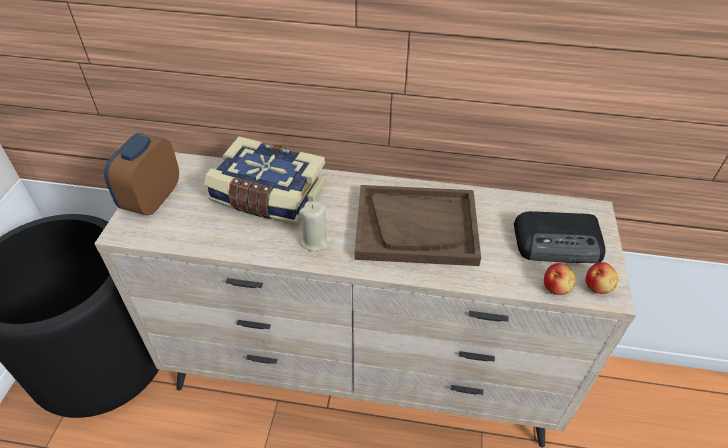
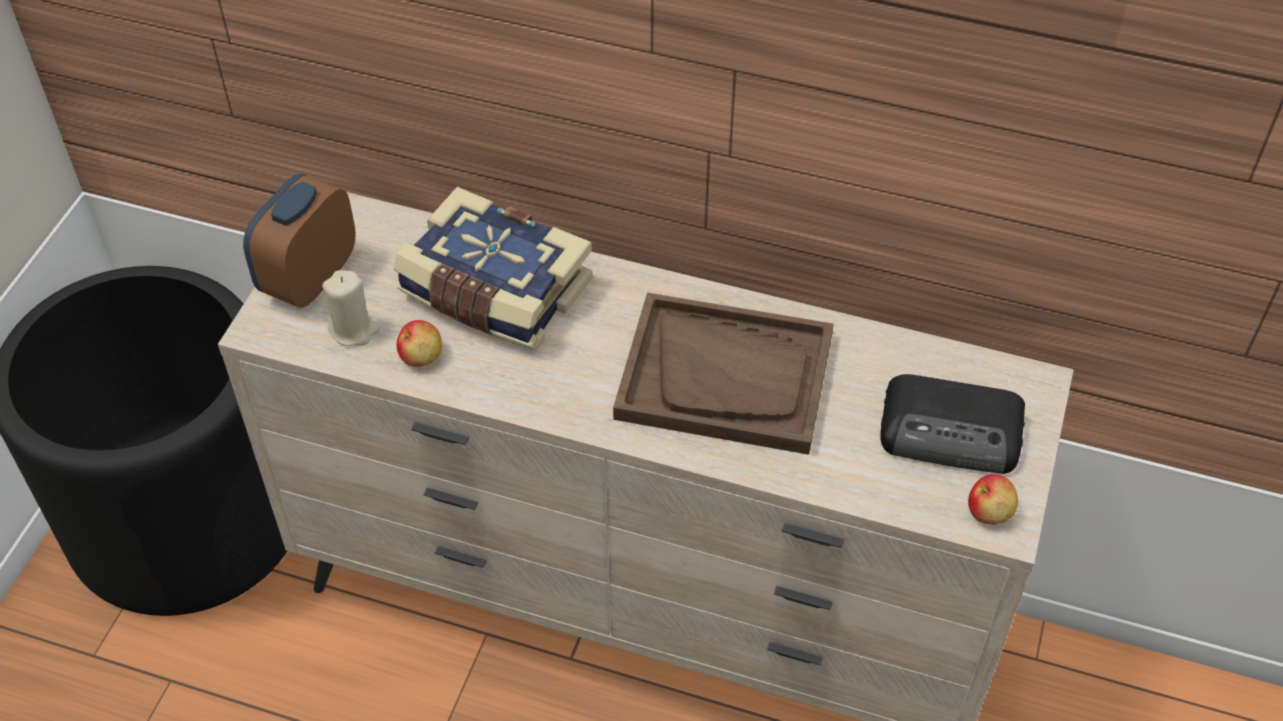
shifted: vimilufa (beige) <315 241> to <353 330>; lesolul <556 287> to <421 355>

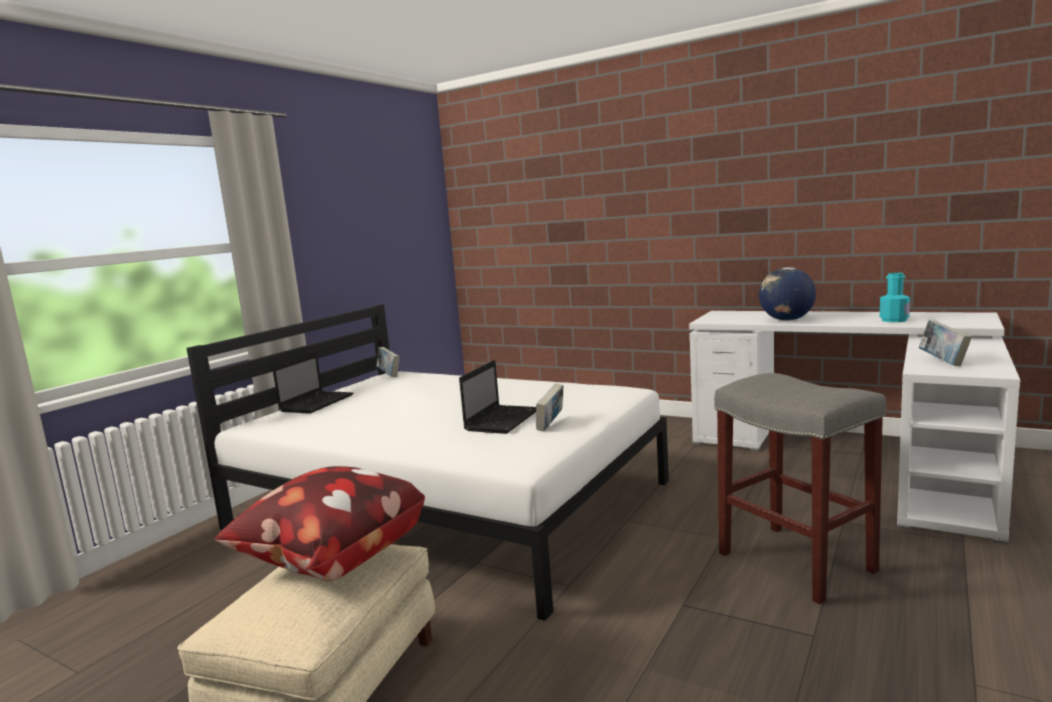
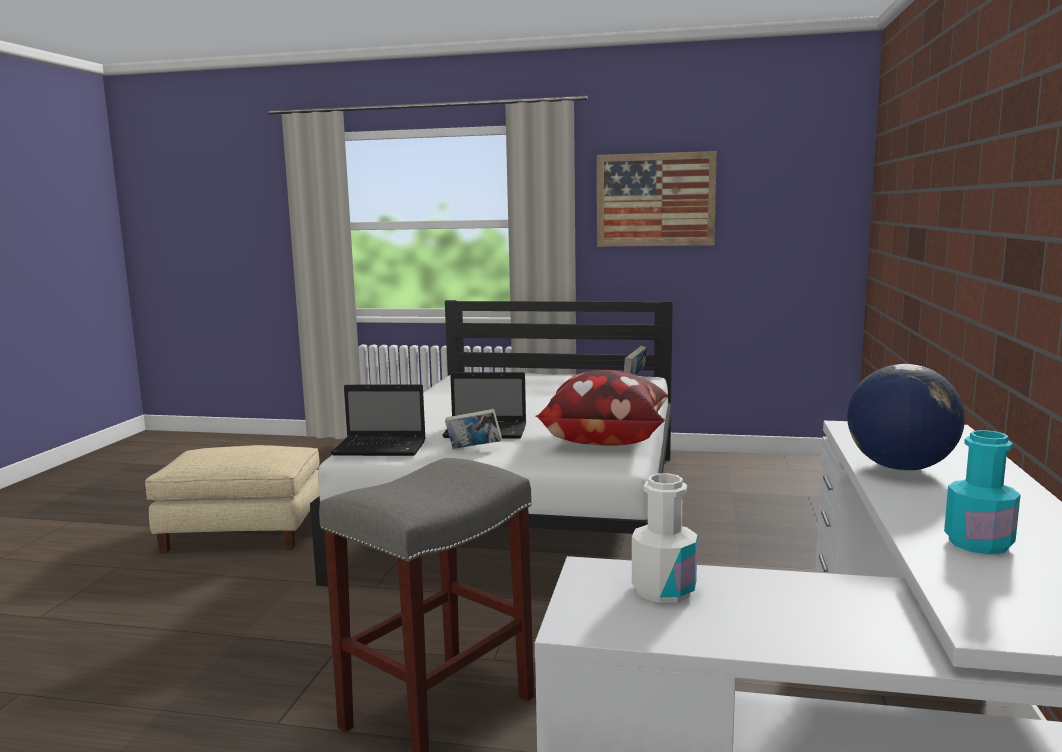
new: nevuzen <655 200>
shifted: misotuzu <317 403> to <382 448>; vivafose <330 560> to <604 440>
swapped: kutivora <943 362> to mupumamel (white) <663 590>

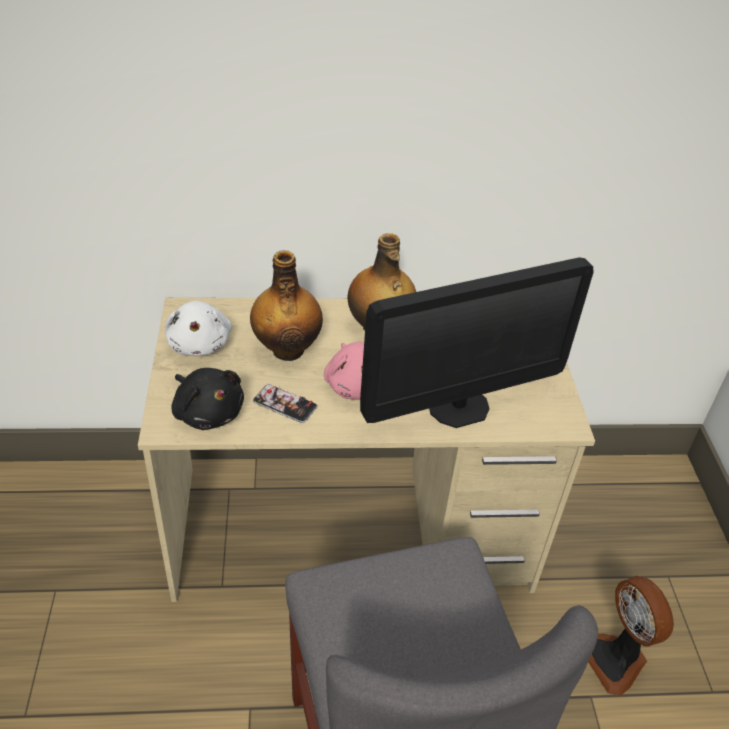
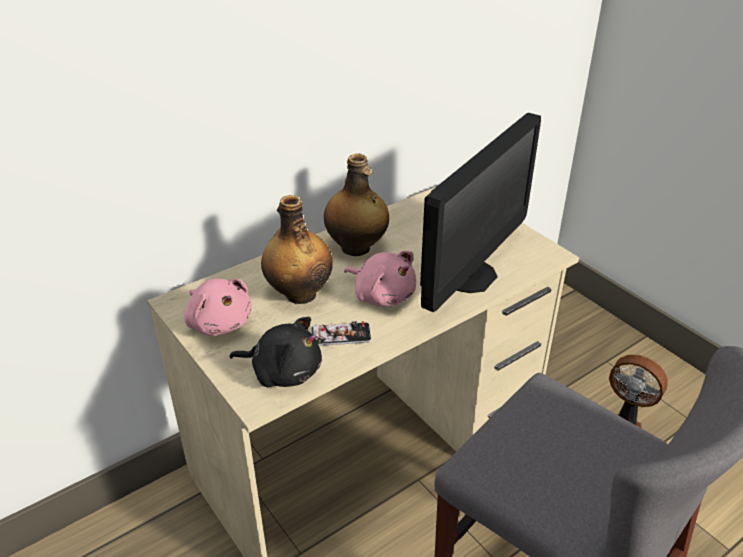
repainted: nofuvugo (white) <200 343> to nofuvugo (pink) <219 322>

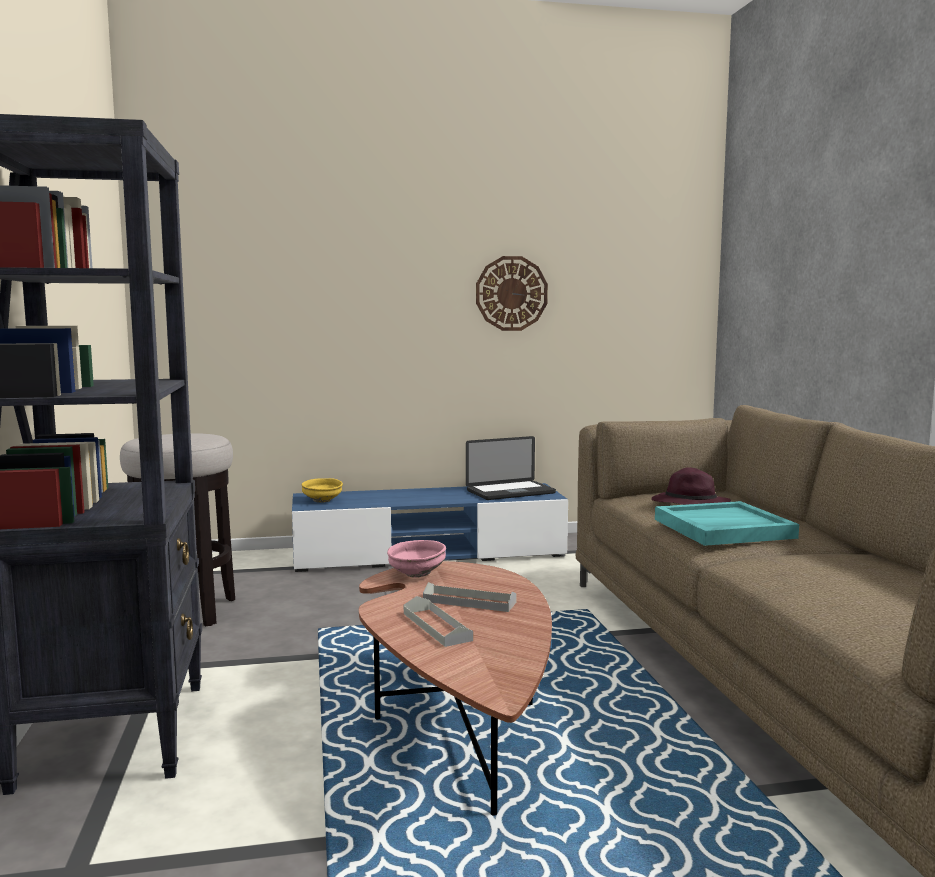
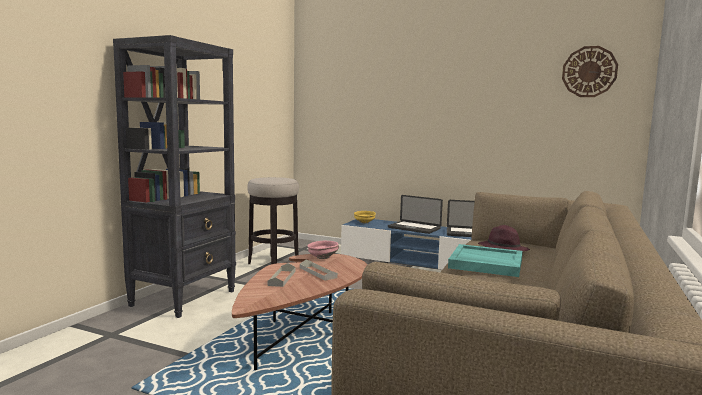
new: misotuzu <414 228>
shifted: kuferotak <511 293> to <589 71>

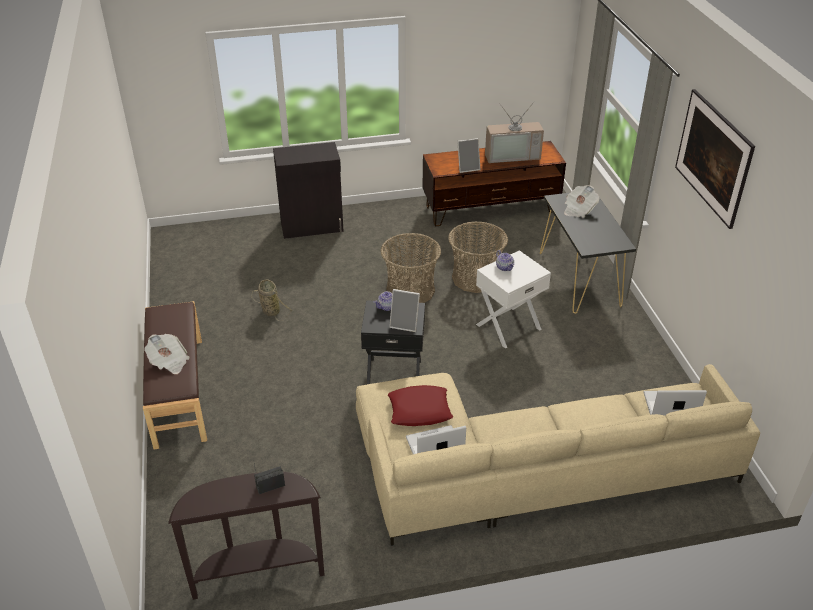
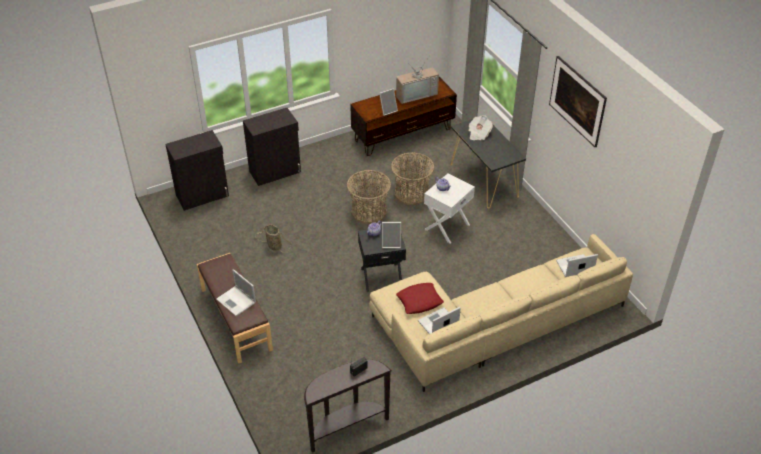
new: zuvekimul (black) <203 196>
swapped: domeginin <169 362> to misotuzu <236 301>

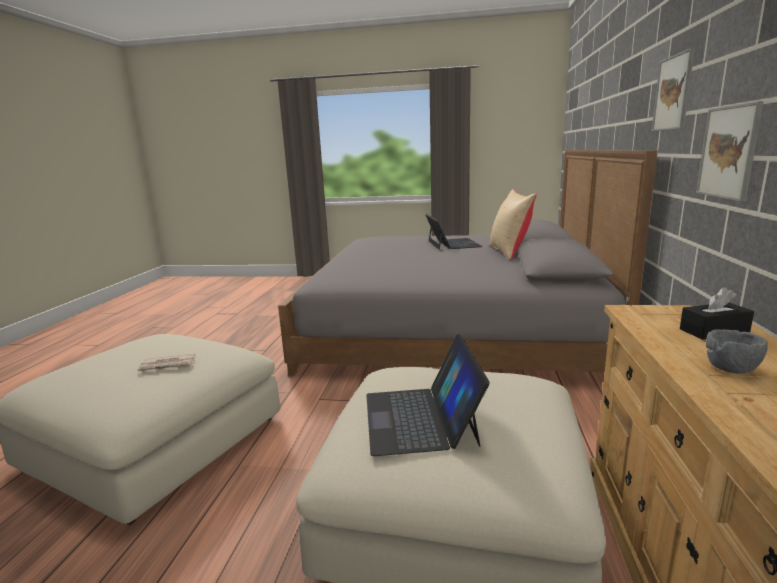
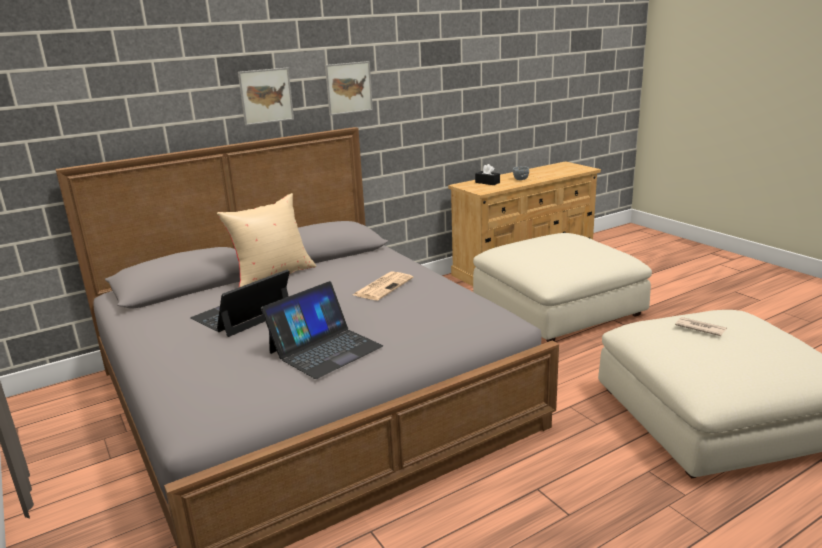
new: domeginin <383 286>
shifted: nevuzen <728 152> to <266 96>; misotuzu <421 418> to <325 349>

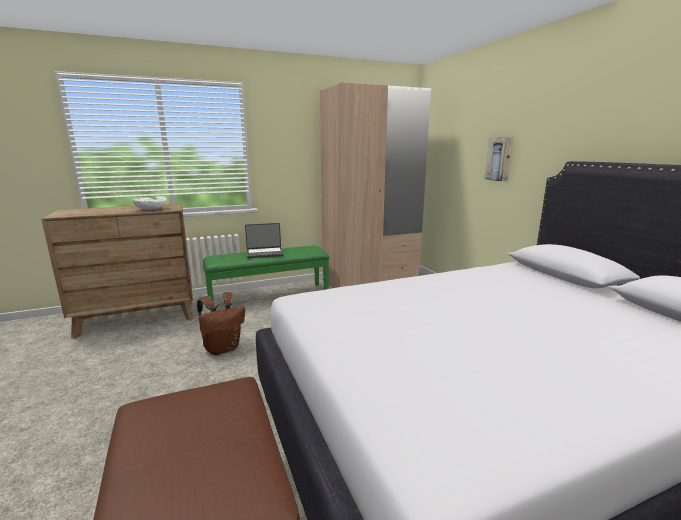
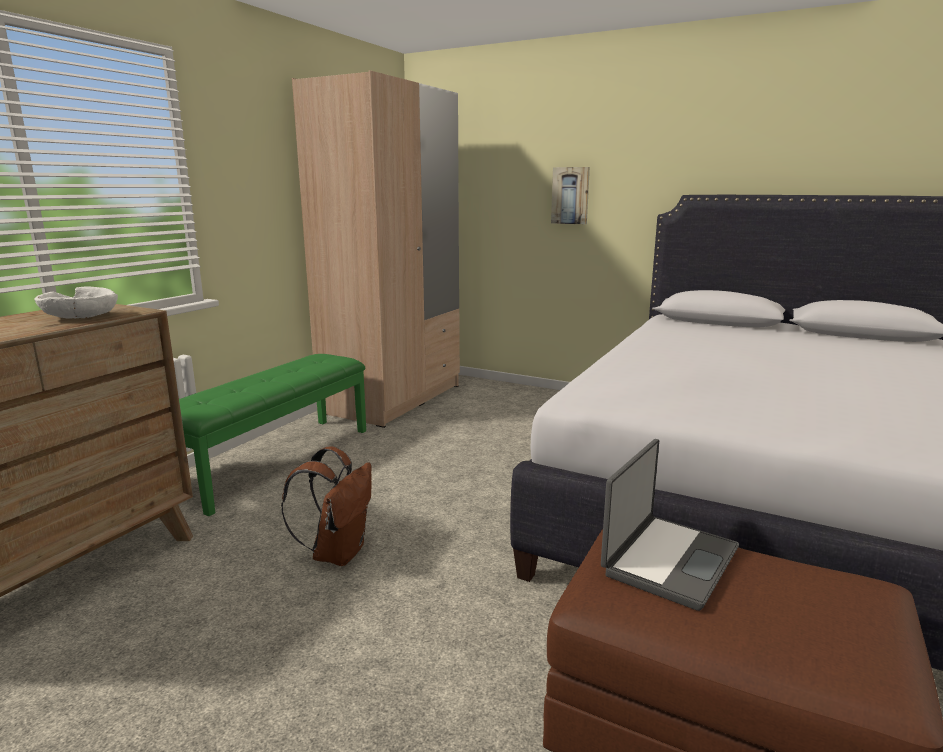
shifted: misotuzu <264 253> to <668 560>

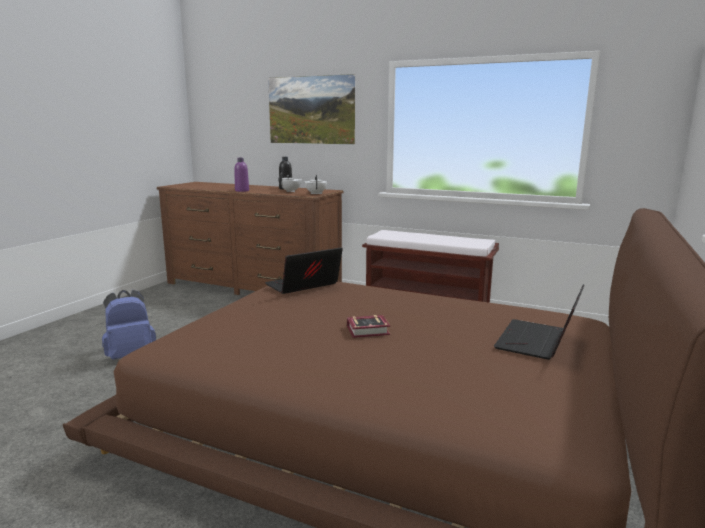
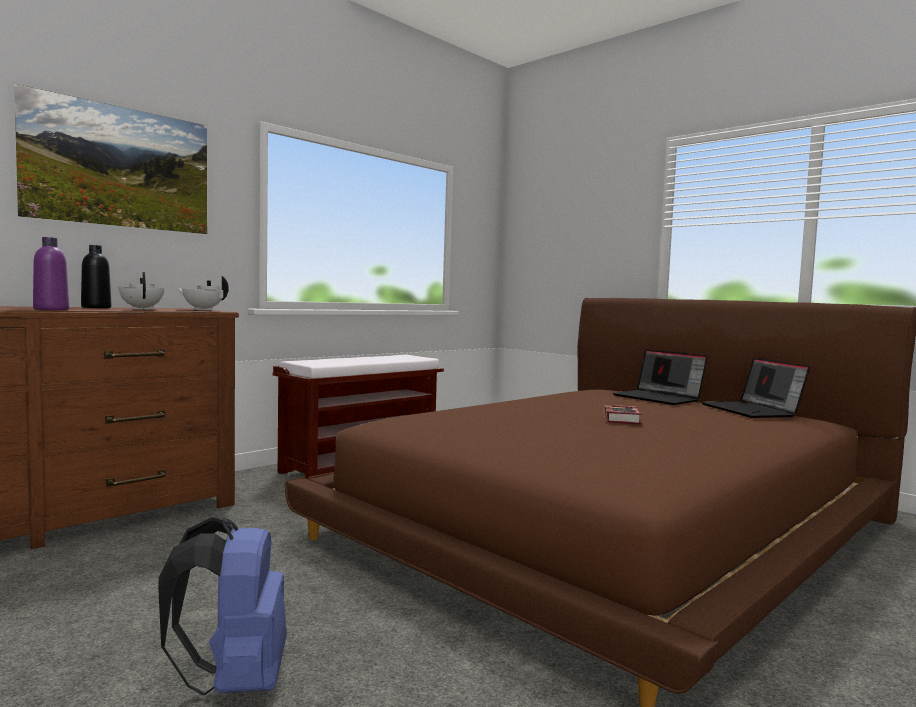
shifted: misotuzu <302 286> to <753 411>

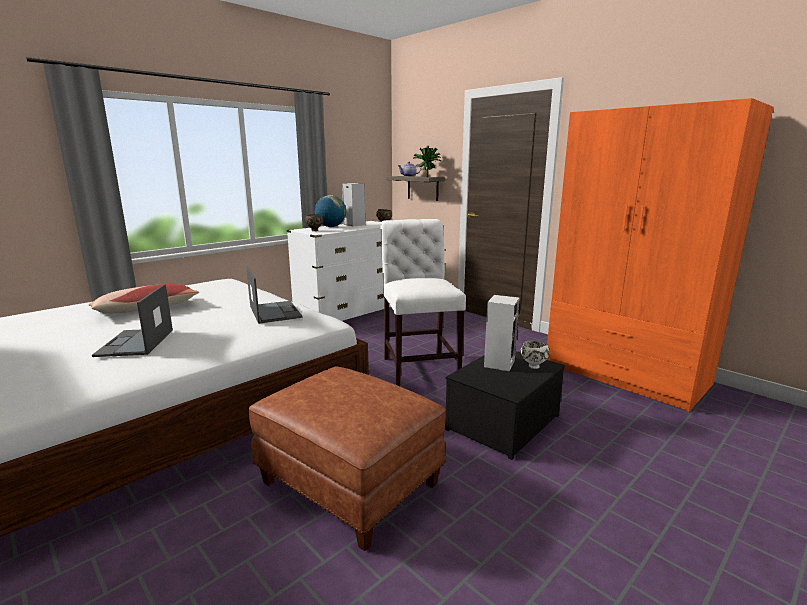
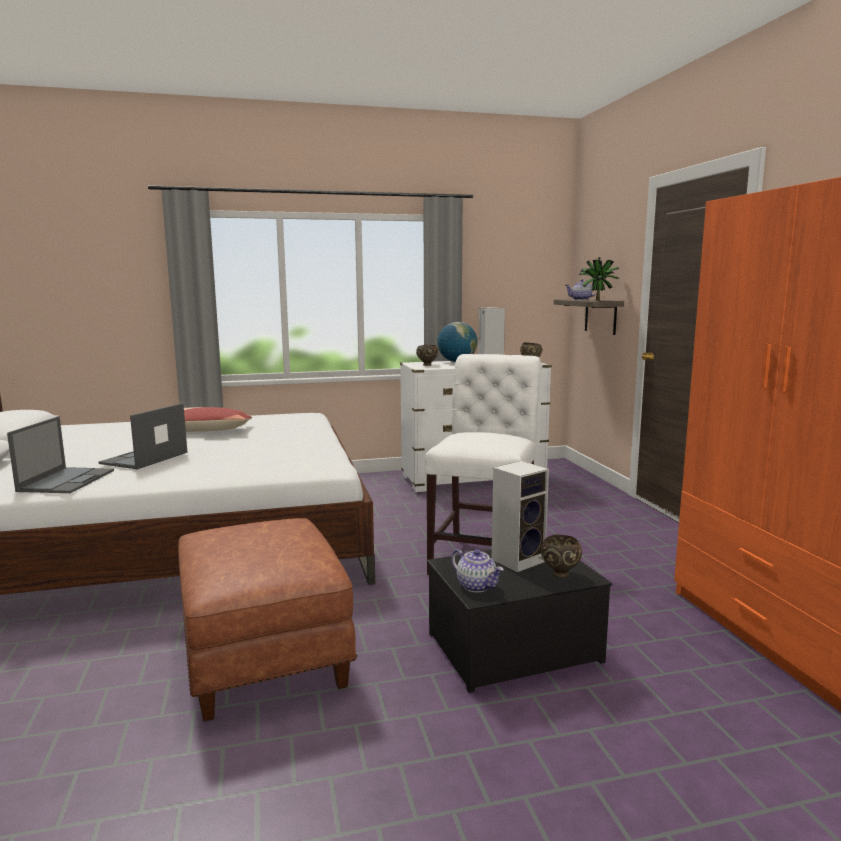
new: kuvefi <477 586>
shifted: misotuzu <274 312> to <67 480>
repainted: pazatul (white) <533 366> to pazatul (brown) <559 574>

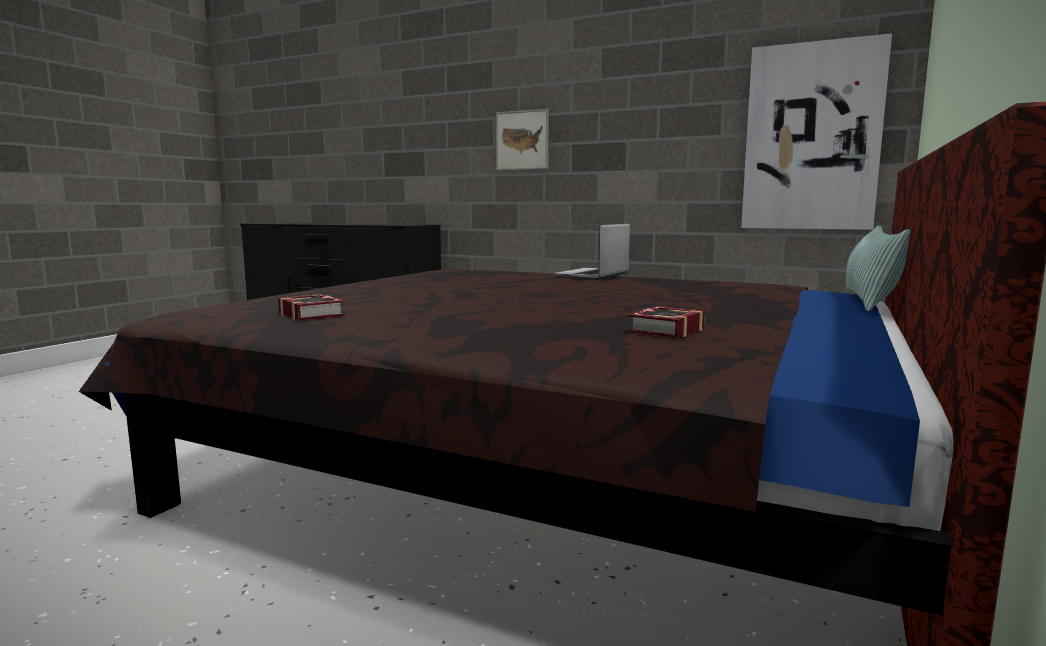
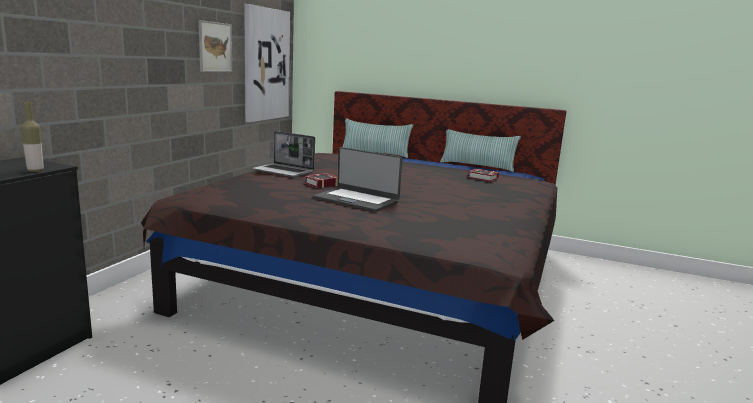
new: mupumamel <35 171>; misotuzu <356 200>; vivafose <477 166>
shifted: nevuzen <522 140> to <215 47>; kutivora <312 314> to <320 184>

